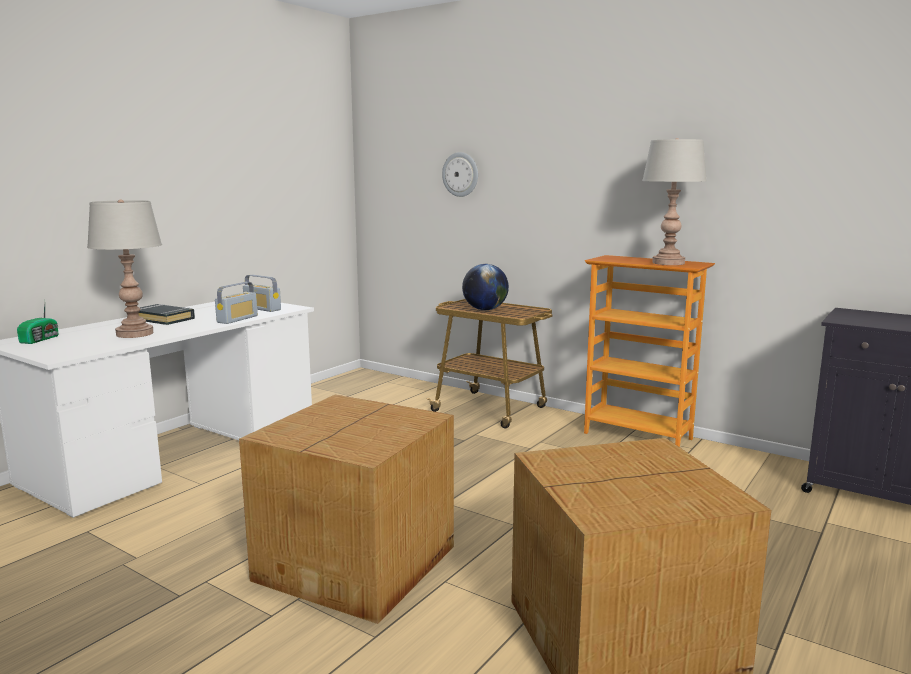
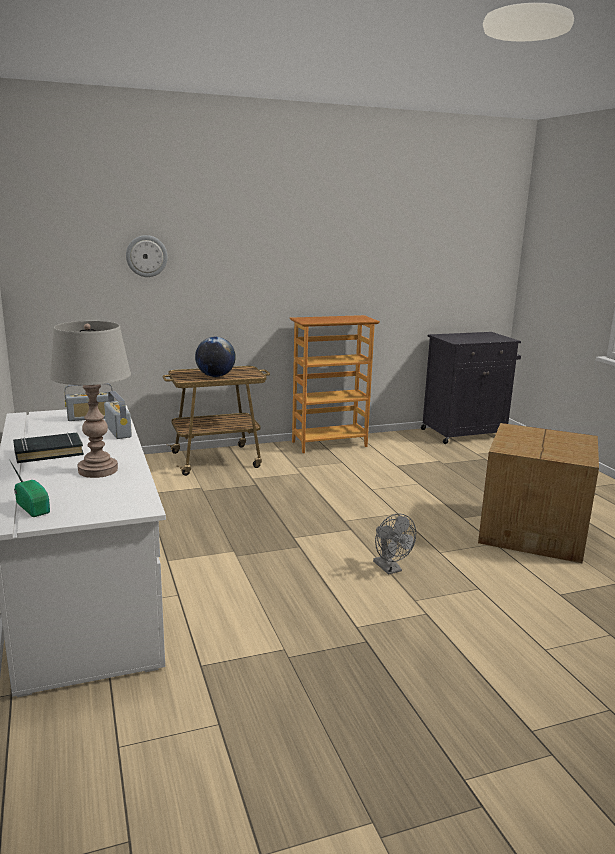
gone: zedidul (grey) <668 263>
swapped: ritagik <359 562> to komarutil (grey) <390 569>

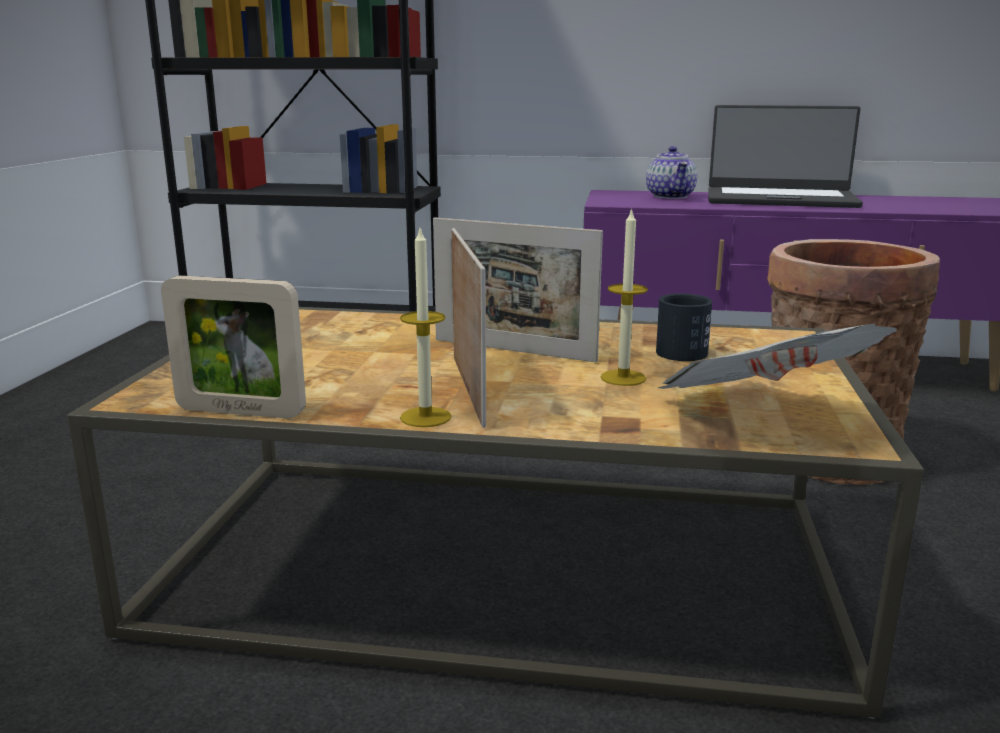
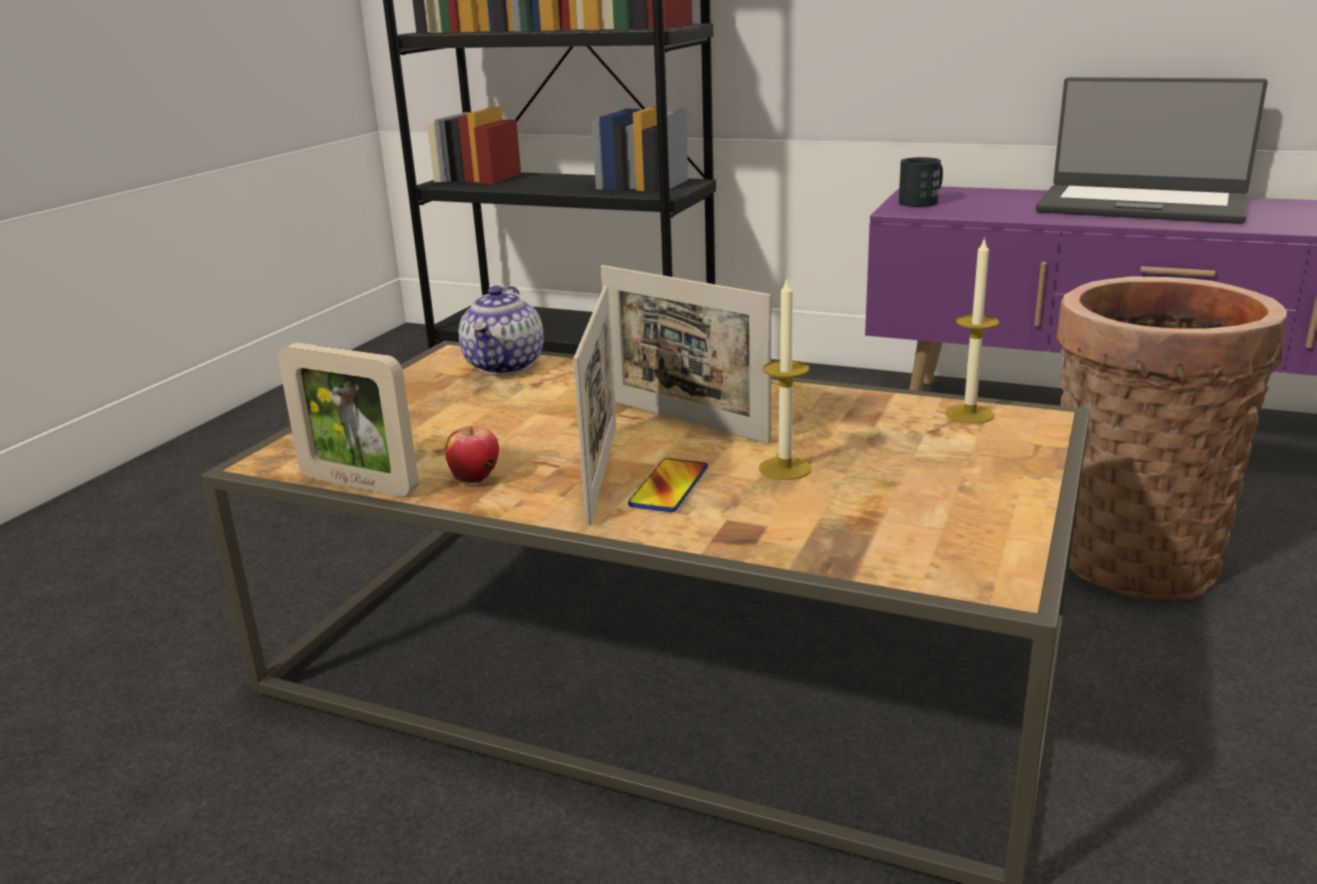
gone: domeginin <762 416>
new: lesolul <475 479>; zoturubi <669 487>
shifted: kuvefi <671 196> to <505 365>; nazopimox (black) <686 350> to <923 201>; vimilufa <425 417> to <969 414>

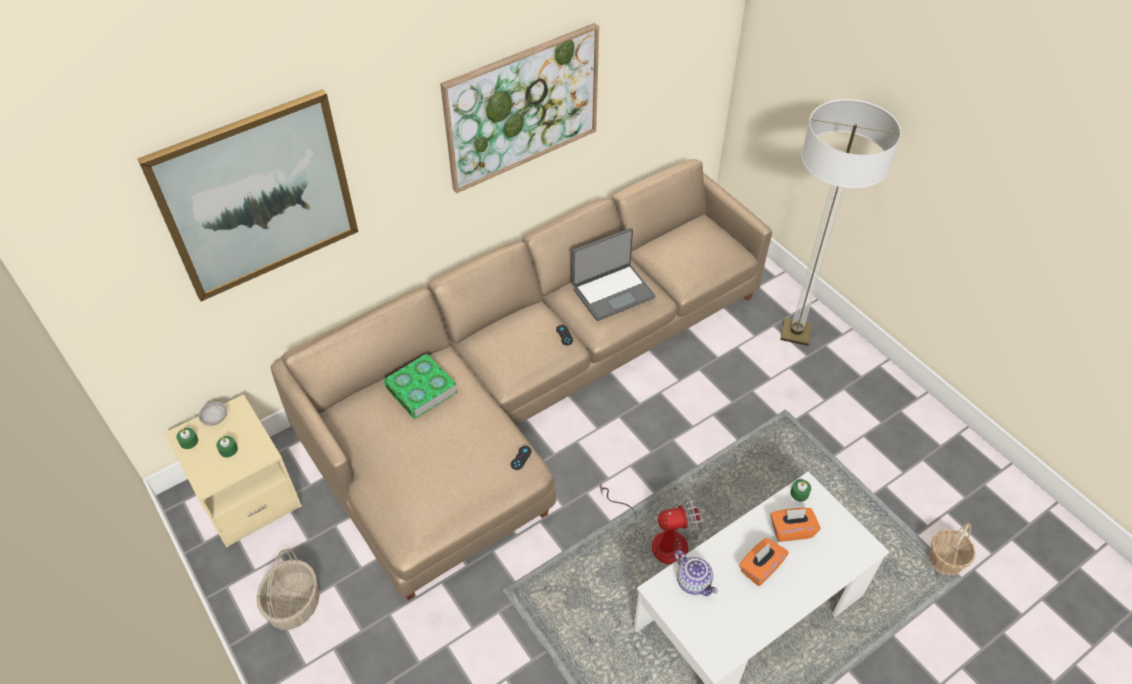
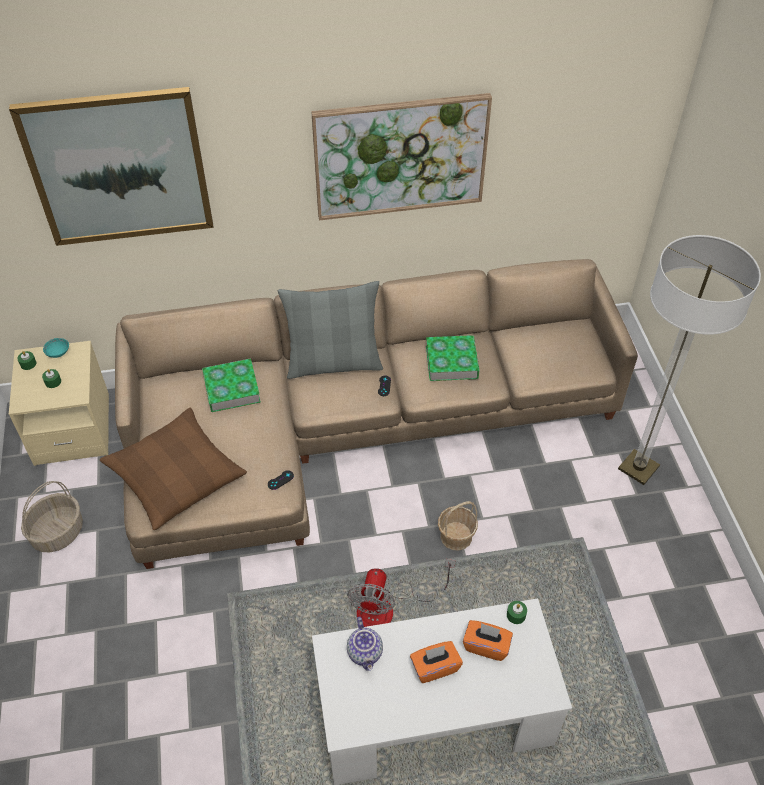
new: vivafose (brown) <175 475>; vivafose (grey) <334 363>
shifted: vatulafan <944 561> to <455 536>
swapped: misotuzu <612 292> to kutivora <451 362>
repainted: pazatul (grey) <215 418> to pazatul (turquoise) <58 352>
rotated: komarutil <657 540> = <388 608> 90 degrees clockwise

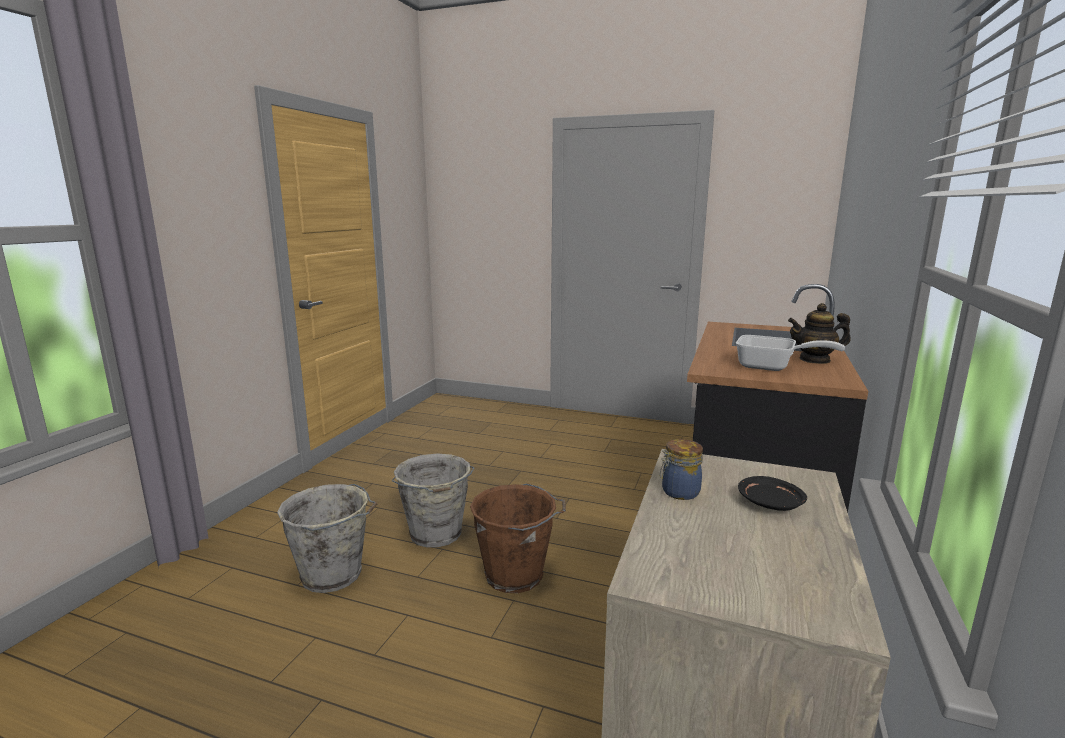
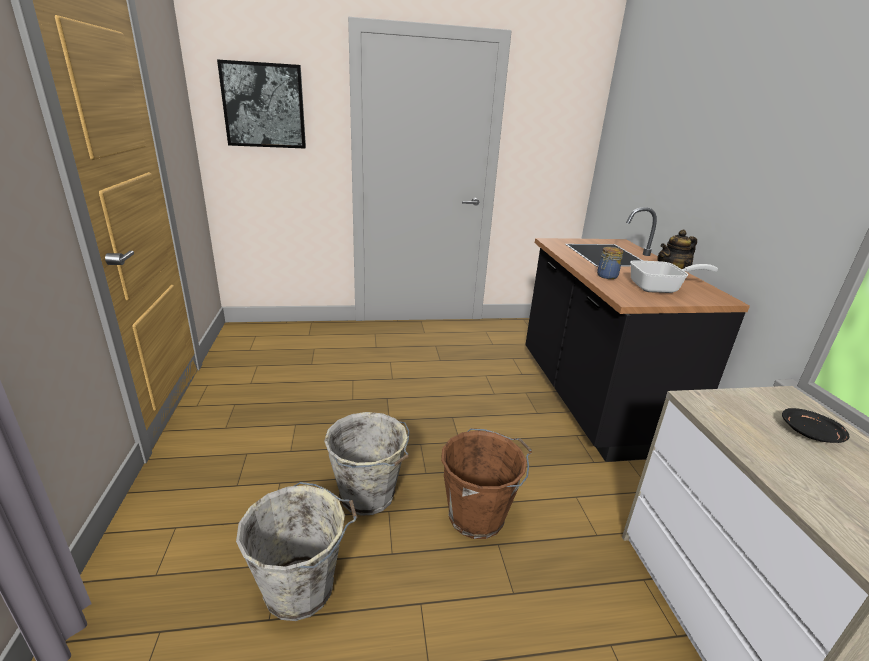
new: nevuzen <264 106>
shifted: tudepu <678 492> to <606 276>

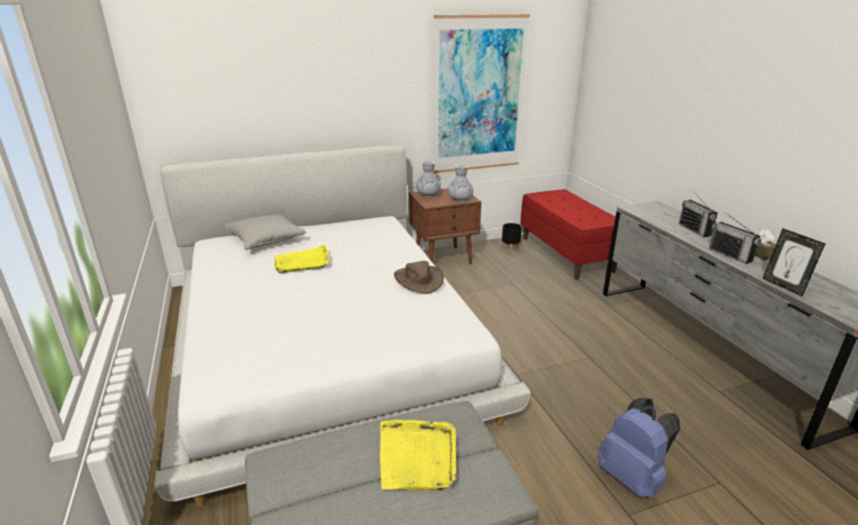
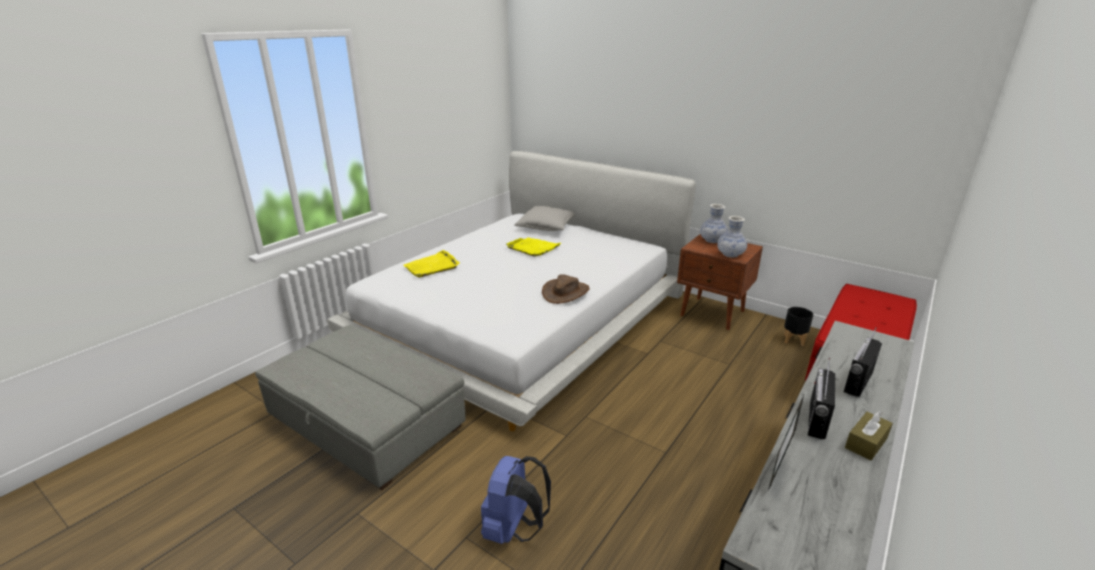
gone: nevuzen <479 95>
shifted: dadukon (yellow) <417 457> to <432 266>

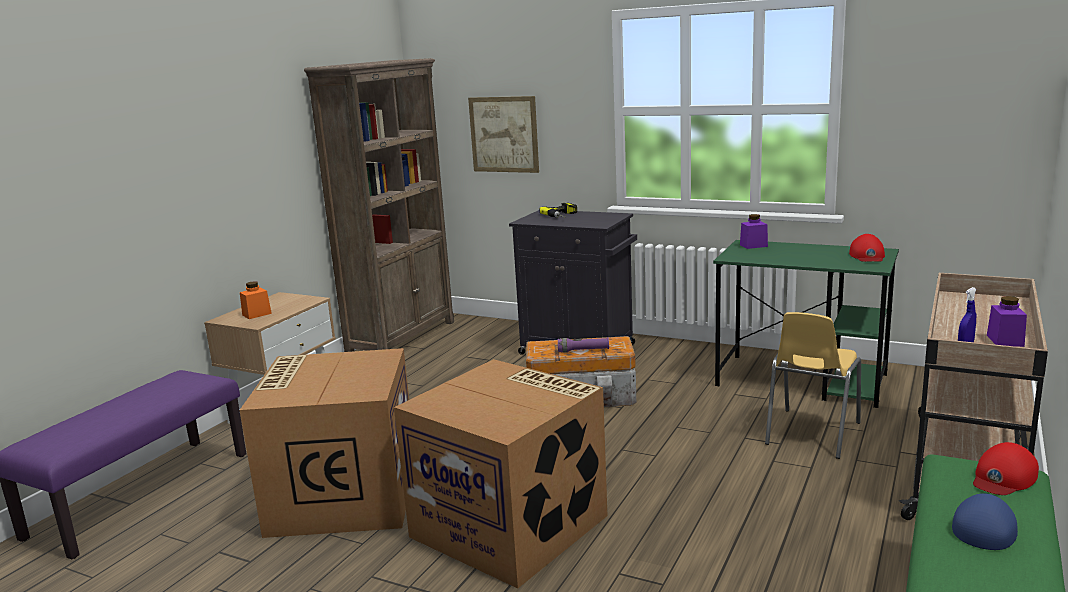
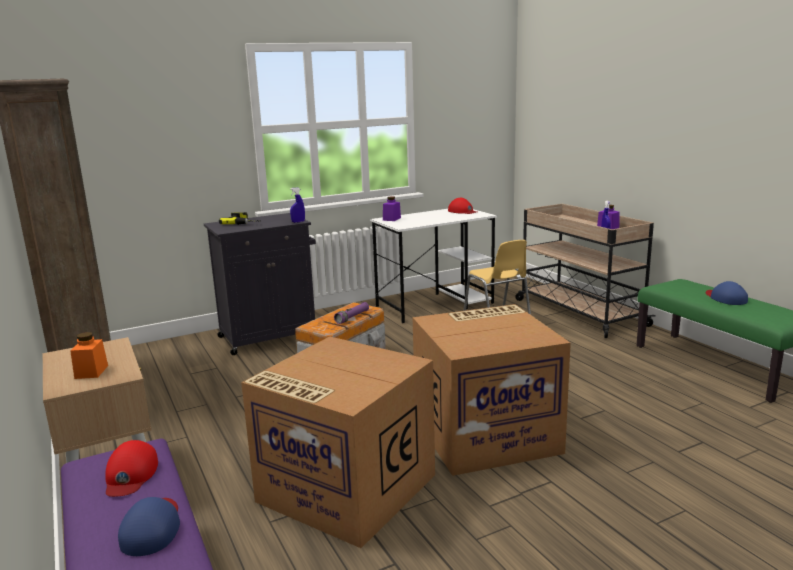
gone: nevuzen <504 134>
new: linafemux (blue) <152 528>; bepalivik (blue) <298 222>
shifted: linafemux (red) <1003 478> to <130 475>
repainted: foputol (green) <802 380> to foputol (white) <435 304>

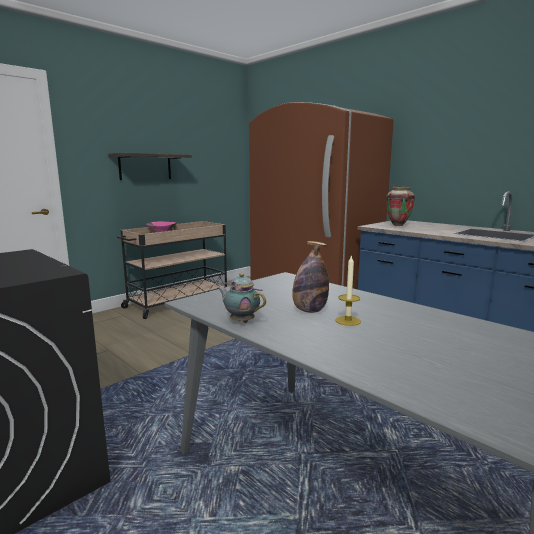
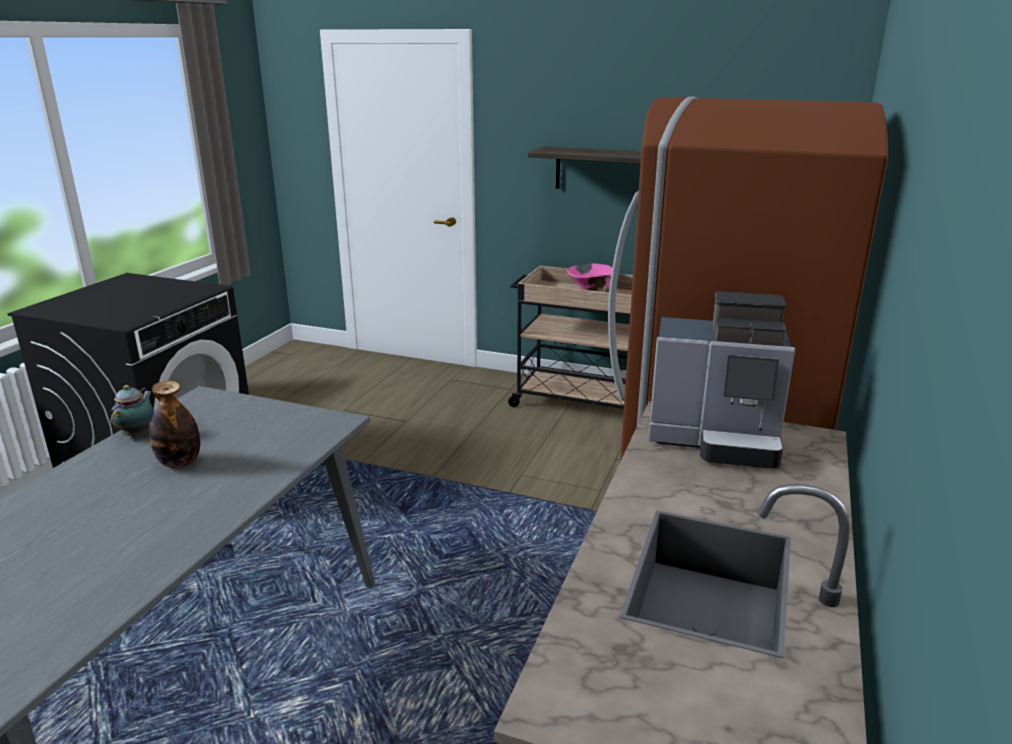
gone: vimilufa <348 321>
swapped: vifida <398 225> to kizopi <716 440>

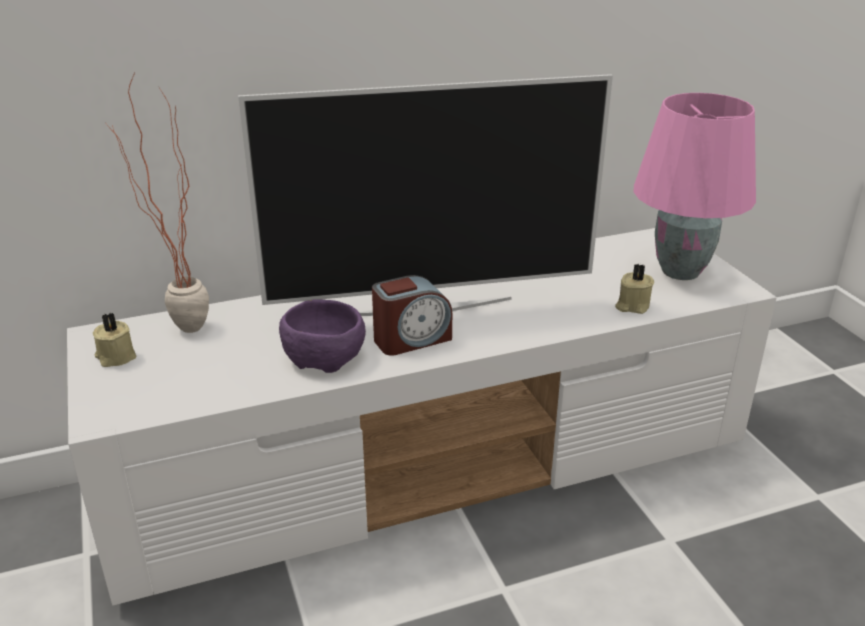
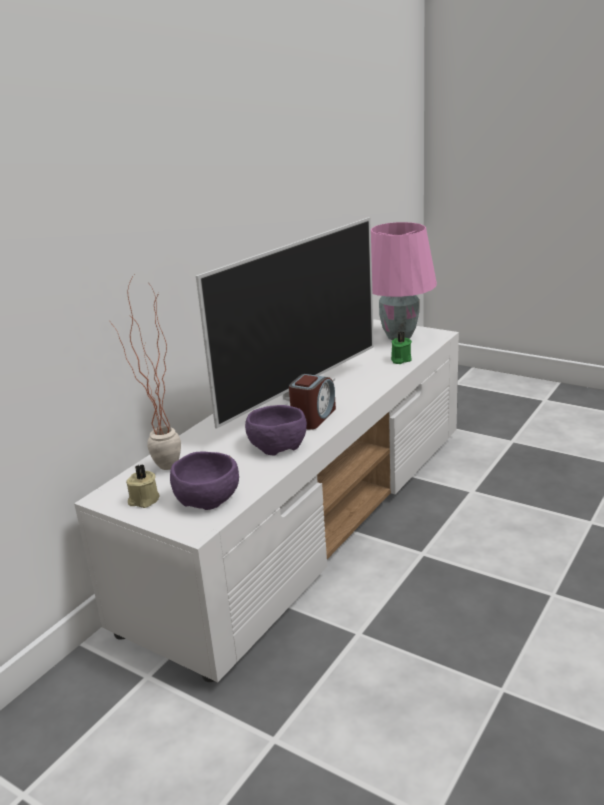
new: pazatul (purple) <209 497>
repainted: vimilufa (beige) <631 306> to vimilufa (green) <400 360>

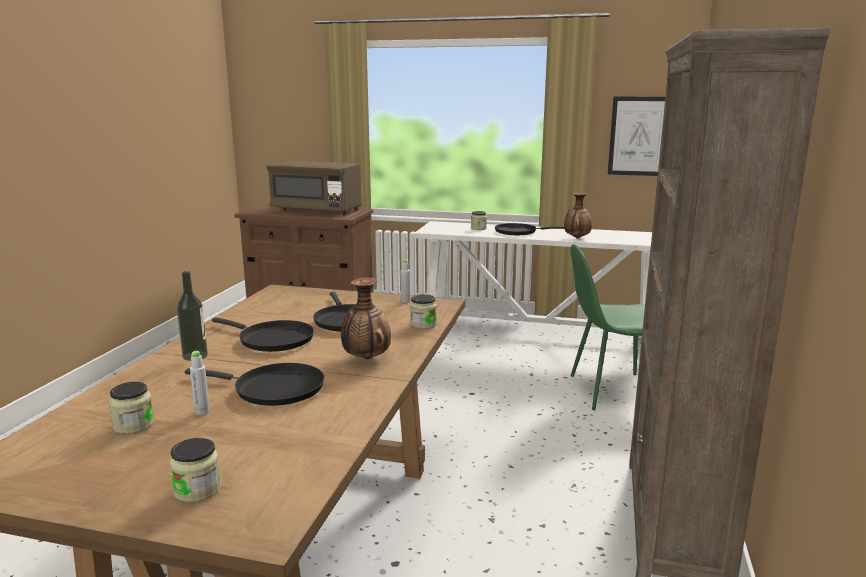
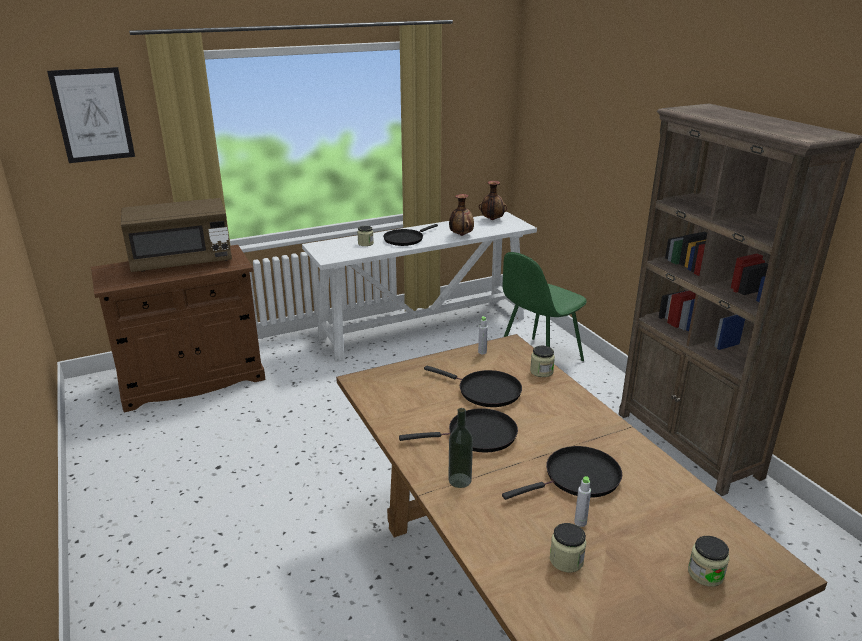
shifted: nevuzen <638 136> to <93 115>; vifida <366 358> to <492 220>

